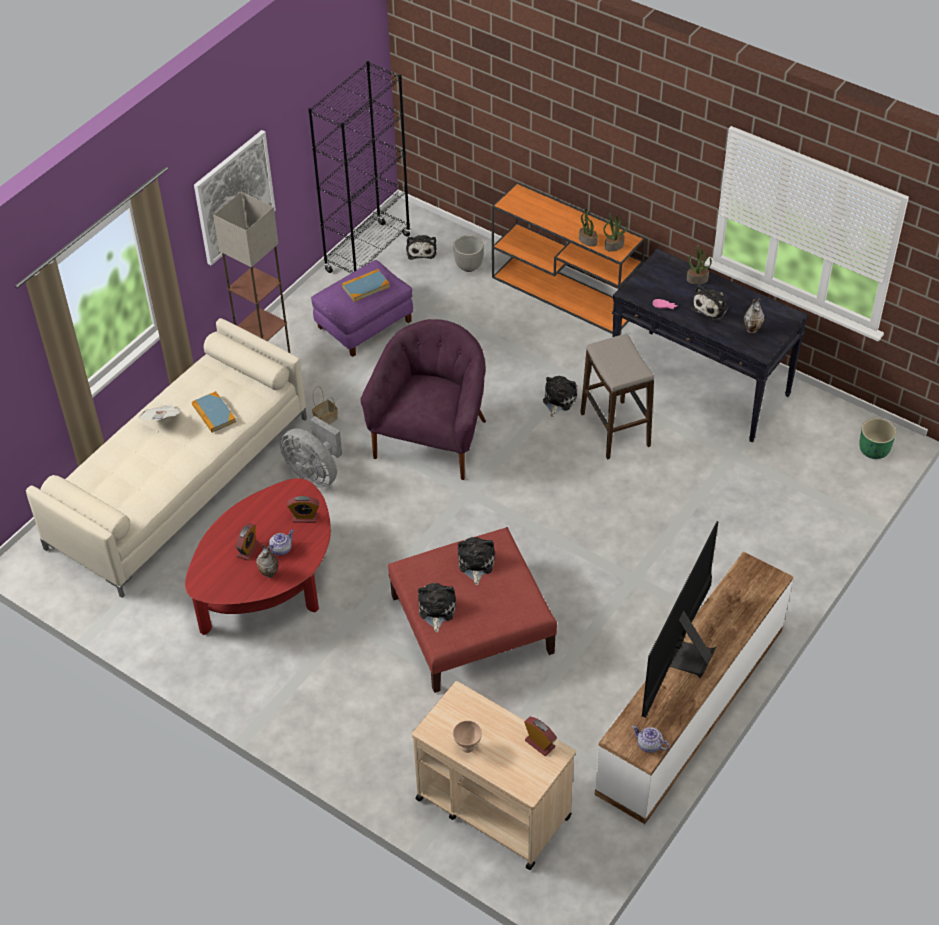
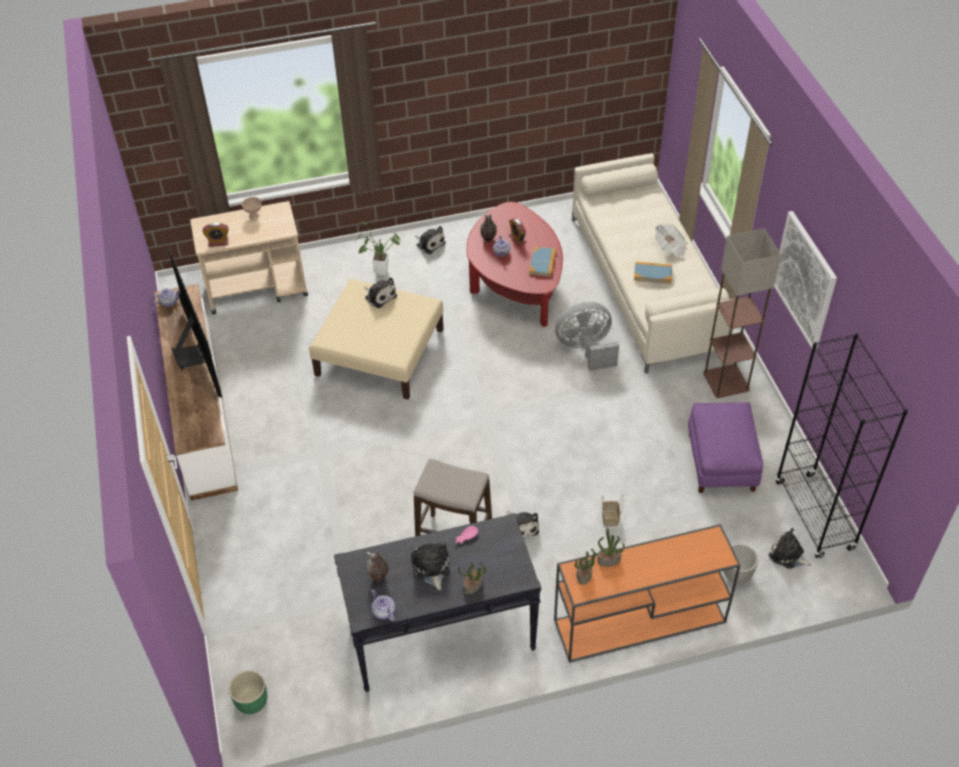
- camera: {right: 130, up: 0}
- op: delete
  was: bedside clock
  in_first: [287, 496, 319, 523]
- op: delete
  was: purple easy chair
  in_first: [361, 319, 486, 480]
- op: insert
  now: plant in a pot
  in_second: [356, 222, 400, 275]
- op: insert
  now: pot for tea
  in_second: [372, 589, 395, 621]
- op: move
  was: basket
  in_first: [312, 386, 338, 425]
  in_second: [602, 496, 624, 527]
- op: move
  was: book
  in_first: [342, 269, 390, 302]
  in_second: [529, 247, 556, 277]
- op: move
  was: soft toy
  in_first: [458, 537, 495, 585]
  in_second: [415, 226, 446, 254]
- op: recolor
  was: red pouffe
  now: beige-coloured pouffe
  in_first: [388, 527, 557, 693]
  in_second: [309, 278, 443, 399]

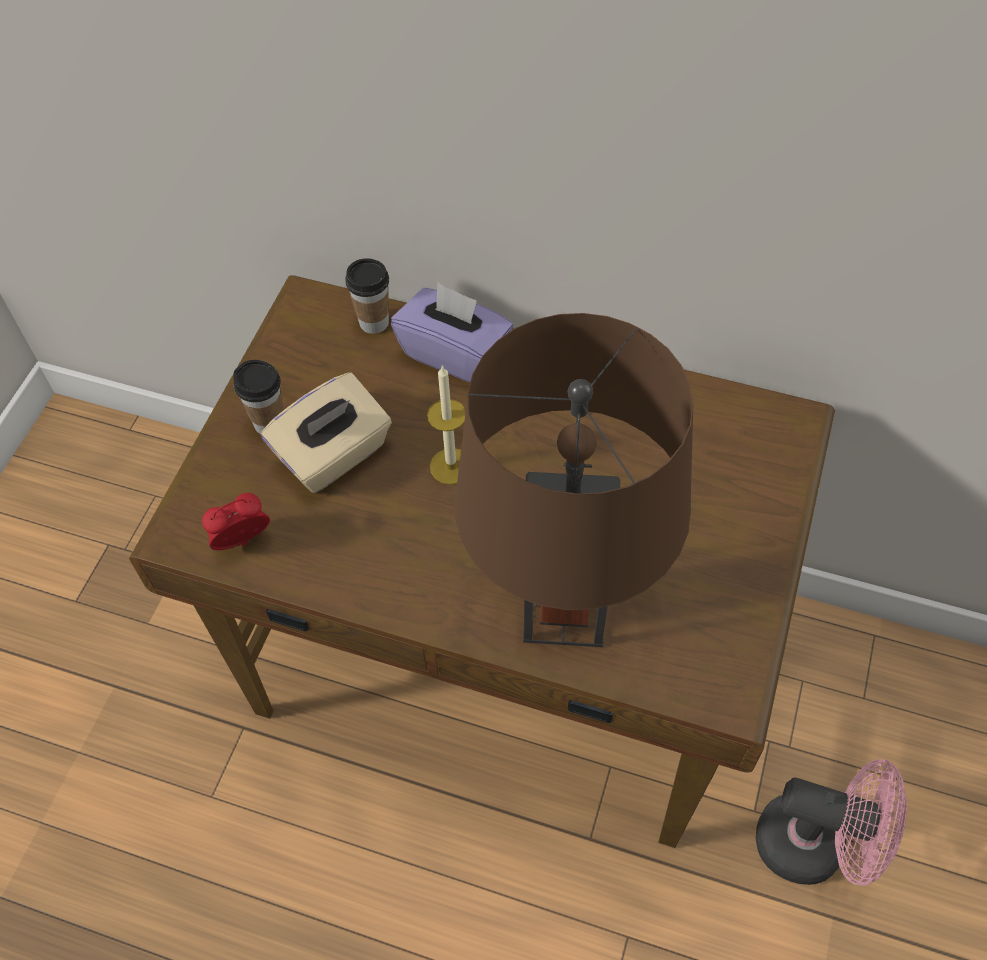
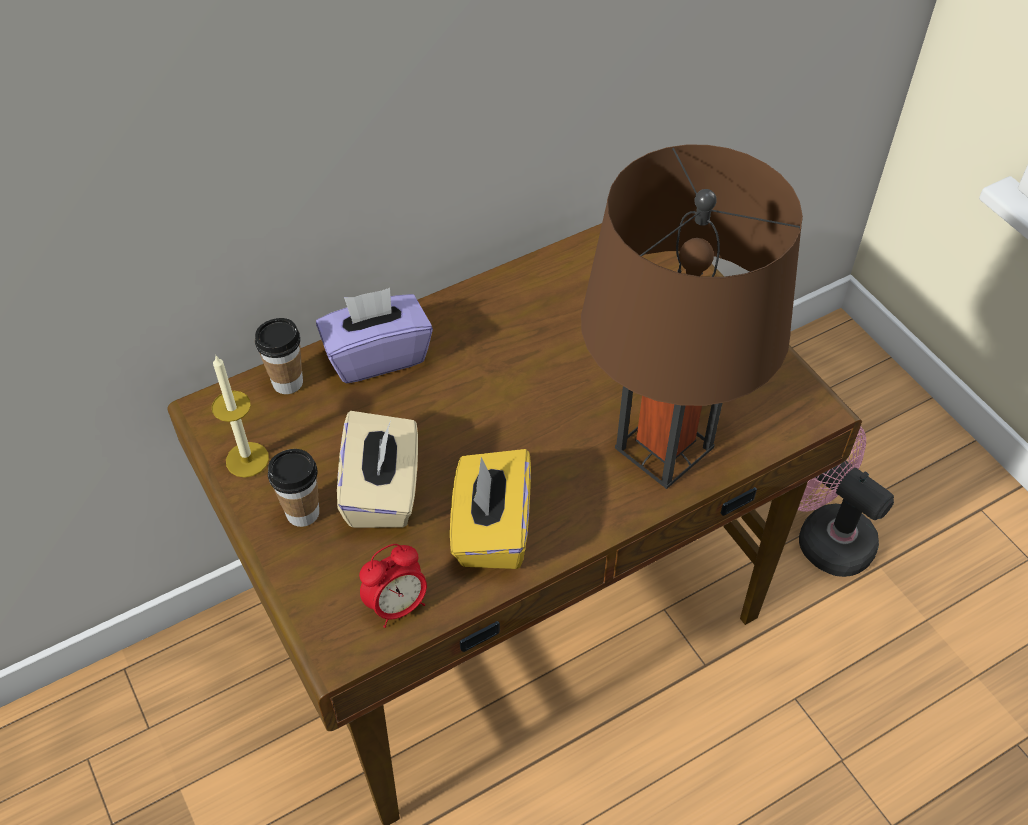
- camera: {right: -50, up: -5}
- op: insert
  now: yellow tissue box
  in_second: [450, 449, 531, 569]
- op: move
  was: candle
  in_first: [427, 365, 466, 485]
  in_second: [212, 356, 269, 478]
- op: rotate
  was: bedside clock
  in_first: [202, 493, 270, 550]
  in_second: [359, 544, 427, 628]
  clockwise: -135
- op: rotate
  was: pinkish cooling fan
  in_first: [755, 759, 907, 886]
  in_second: [798, 427, 894, 577]
  clockwise: -105

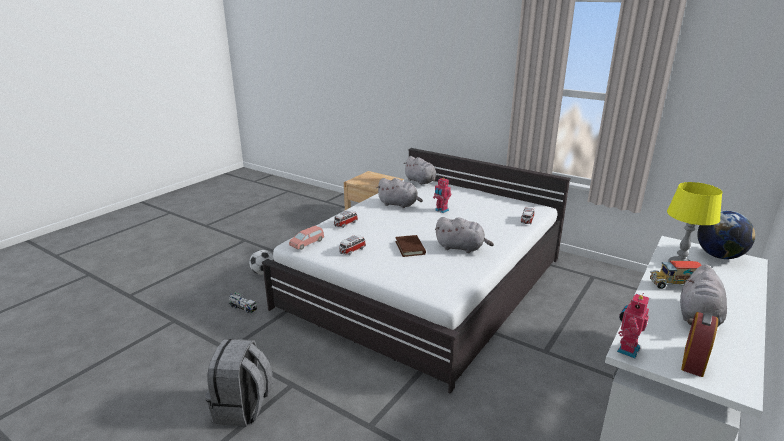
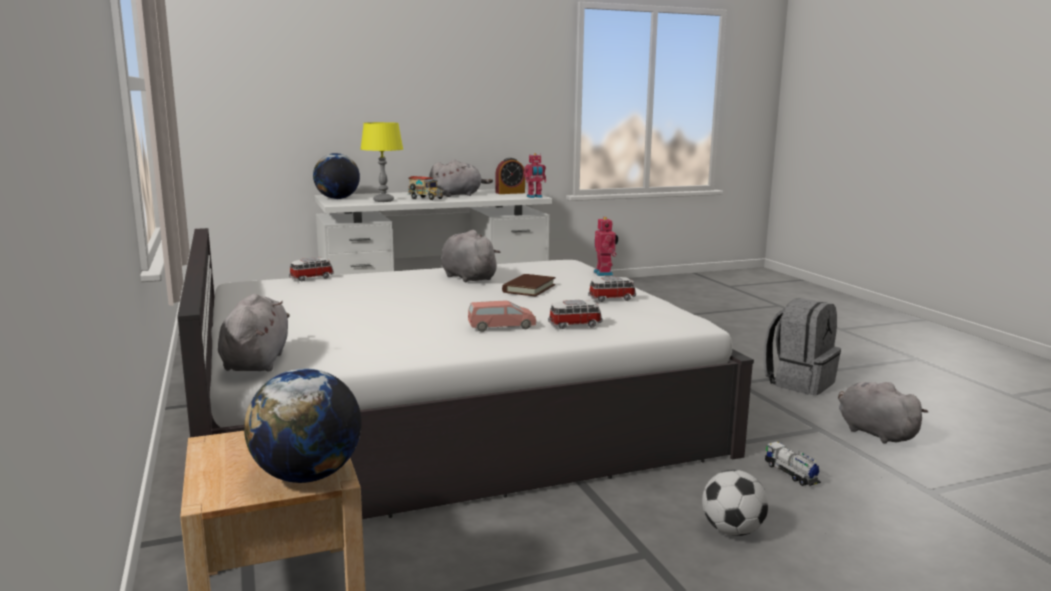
- camera: {right: -145, up: -10}
- op: insert
  now: desk globe
  in_second: [244, 369, 362, 483]
- op: move
  was: pinkish miniature car
  in_first: [289, 226, 324, 250]
  in_second: [468, 300, 536, 332]
- op: move
  was: grey soft toy
  in_first: [377, 178, 423, 208]
  in_second: [838, 382, 928, 444]
- op: move
  was: model robot
  in_first: [433, 178, 451, 213]
  in_second: [594, 217, 618, 276]

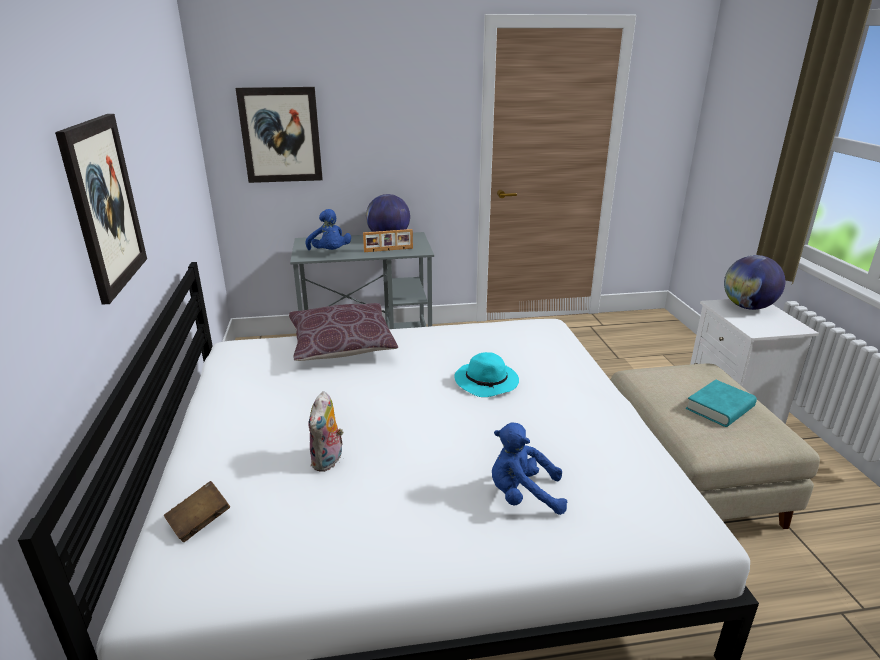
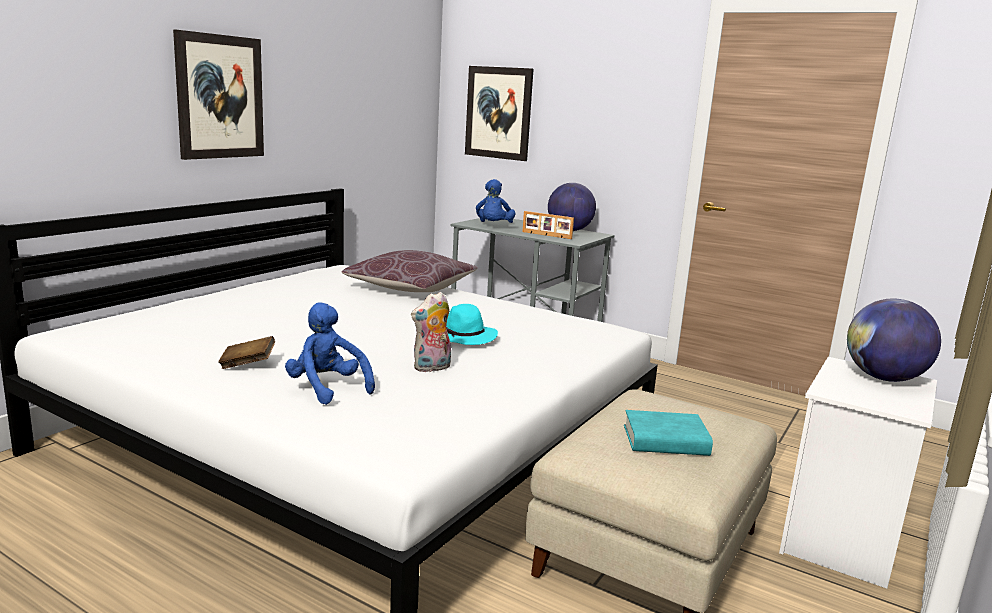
- camera: {right: 40, up: -10}
- op: move
  was: brownish book
  in_first: [164, 481, 230, 542]
  in_second: [218, 336, 275, 369]
- op: move
  was: soft toy
  in_first: [309, 391, 344, 472]
  in_second: [411, 292, 451, 372]

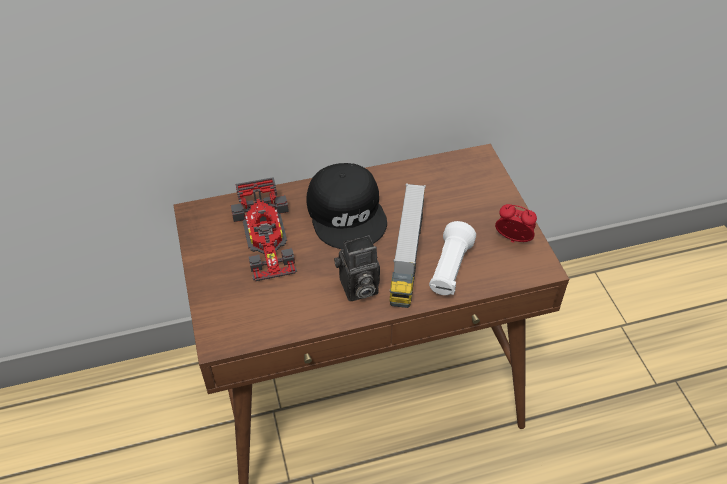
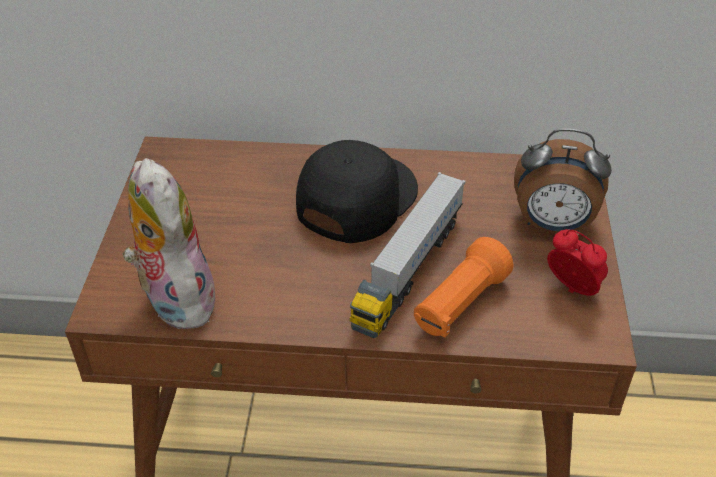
- camera: {right: 20, up: -5}
- op: delete
  was: miniature car
  in_first: [231, 177, 297, 281]
- op: delete
  was: photo camera
  in_first: [334, 235, 380, 301]
- op: insert
  now: soft toy
  in_second: [123, 158, 215, 329]
- op: insert
  now: bedside clock
  in_second: [514, 129, 612, 233]
- op: recolor
  was: white hand torch
  now: orangey hand torch
  in_first: [429, 221, 476, 295]
  in_second: [414, 237, 513, 338]
- op: rotate
  was: black cap
  in_first: [307, 163, 387, 249]
  in_second: [296, 140, 418, 243]
  clockwise: -150

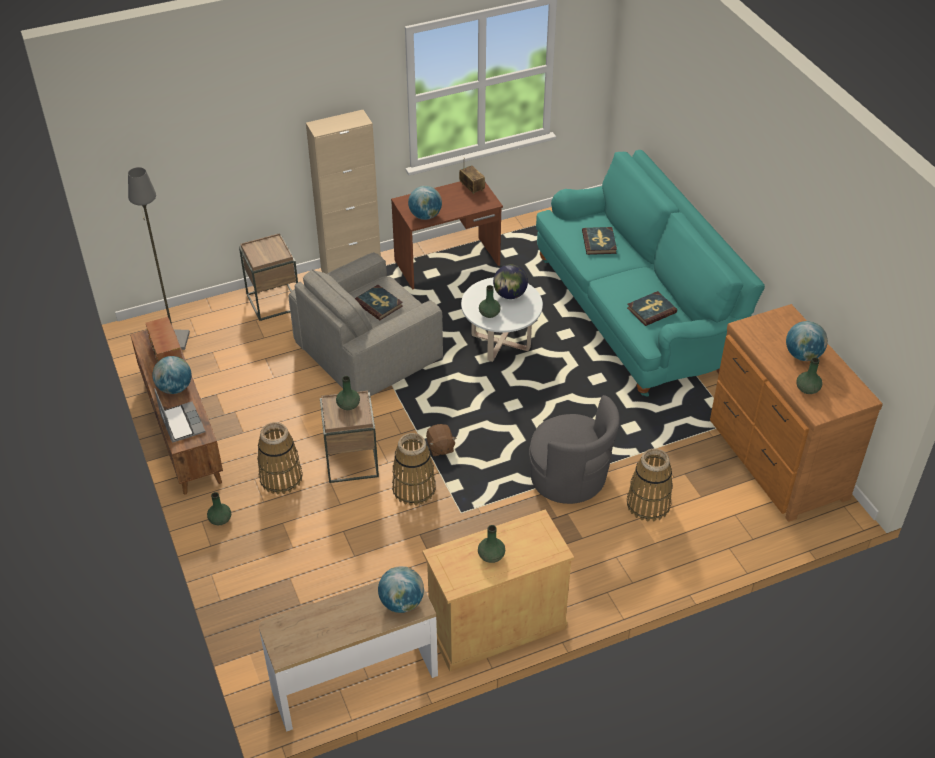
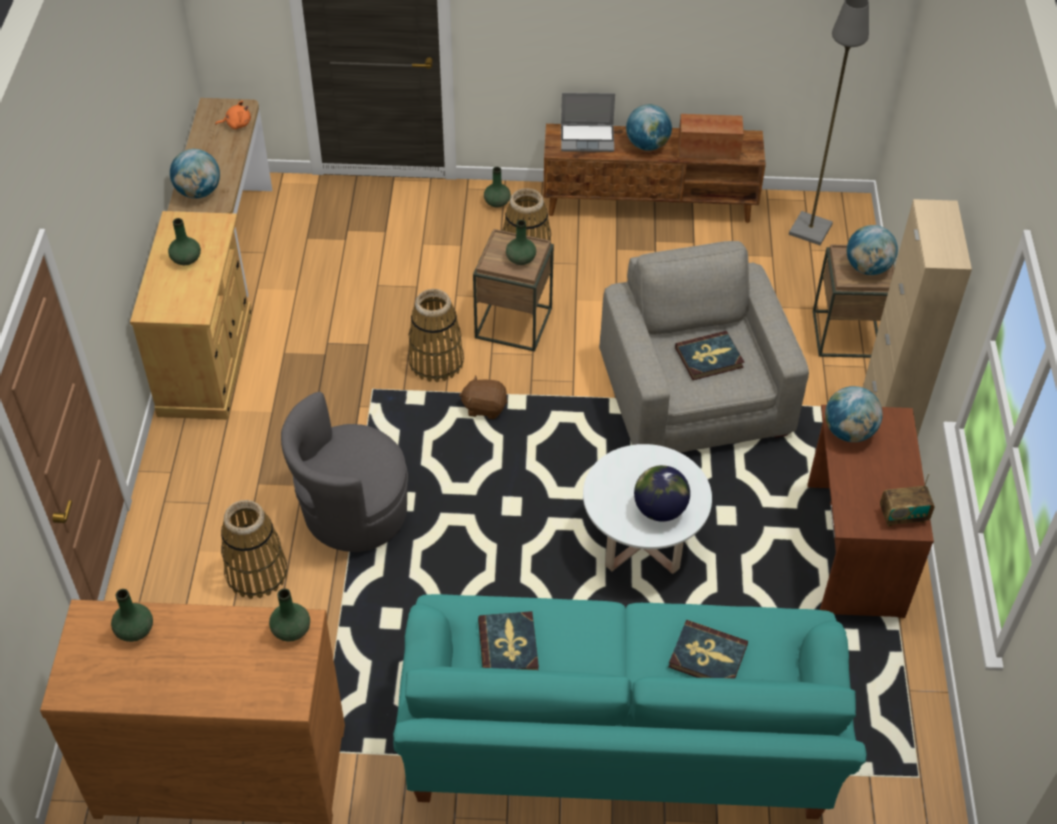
- camera: {right: 115, up: 5}
- op: insert
  now: orangey soft toy
  in_second: [215, 101, 251, 129]
- op: move
  was: green-coloured decorative vase
  in_first: [479, 285, 501, 318]
  in_second: [269, 589, 310, 641]
- op: move
  was: desk globe
  in_first: [786, 321, 828, 361]
  in_second: [847, 225, 898, 275]

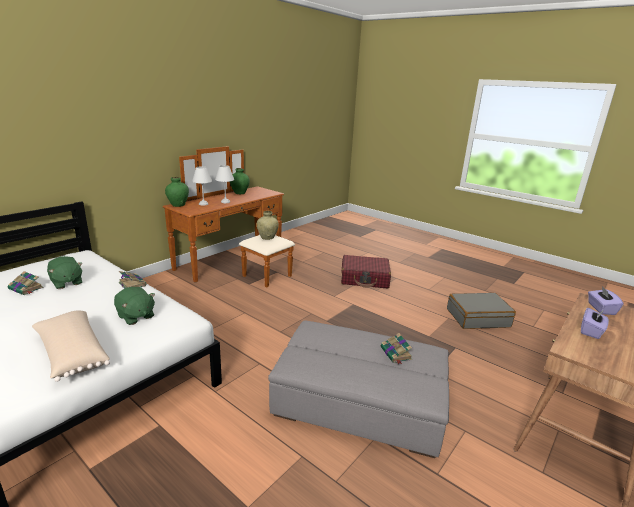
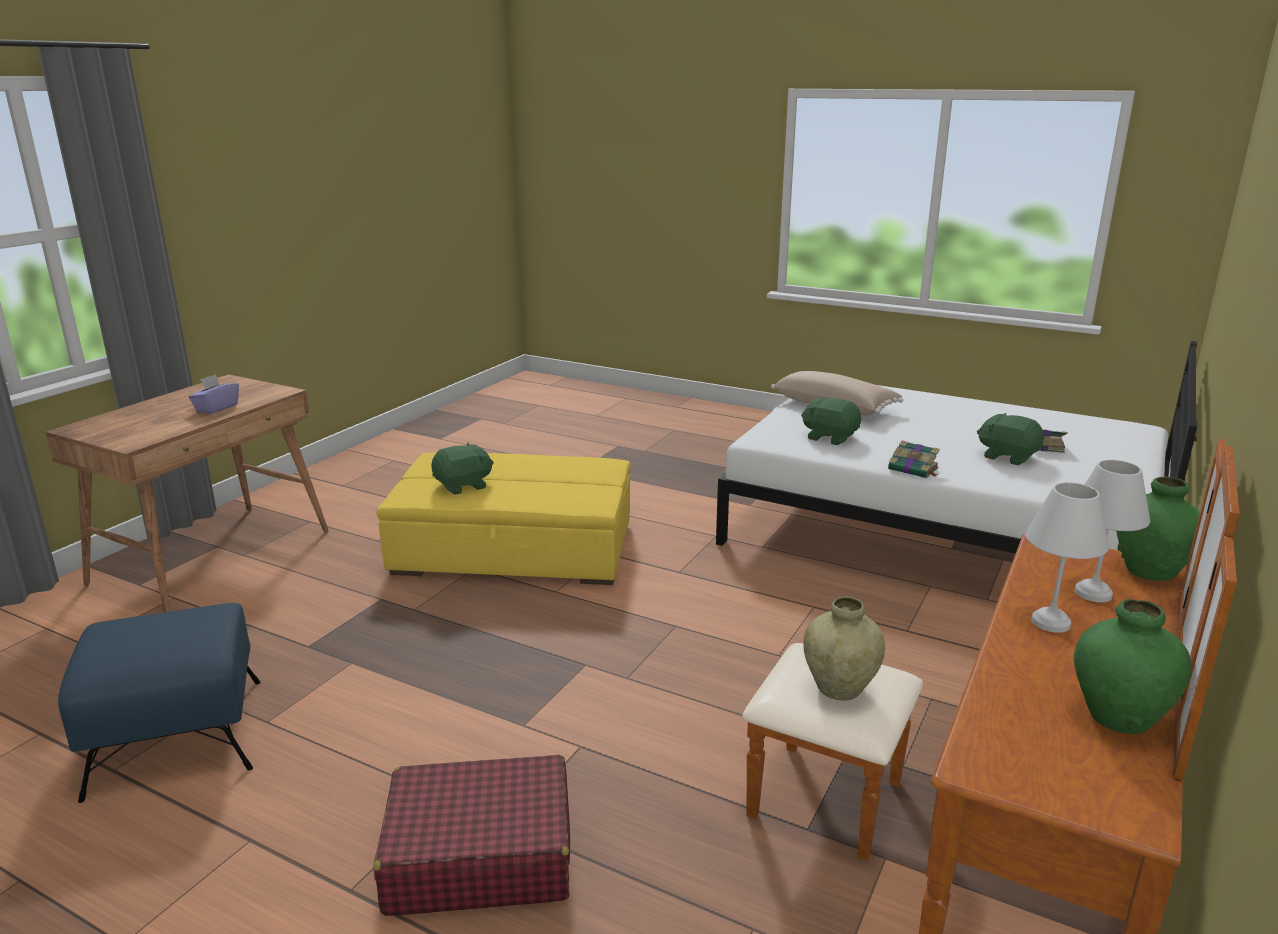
- camera: {right: 170, up: 0}
- op: delete
  was: purple tissue box
  in_first: [588, 286, 624, 315]
- op: replace
  was: book
  now: green-coloured soft toy
  in_first: [381, 333, 412, 364]
  in_second: [431, 443, 494, 495]
- op: replace
  was: grey travel case
  now: blue pouffe
  in_first: [447, 293, 516, 329]
  in_second: [58, 603, 261, 803]
- op: recolor
  was: grey pouffe
  now: yellow pouffe
  in_first: [268, 321, 449, 458]
  in_second: [377, 452, 631, 585]

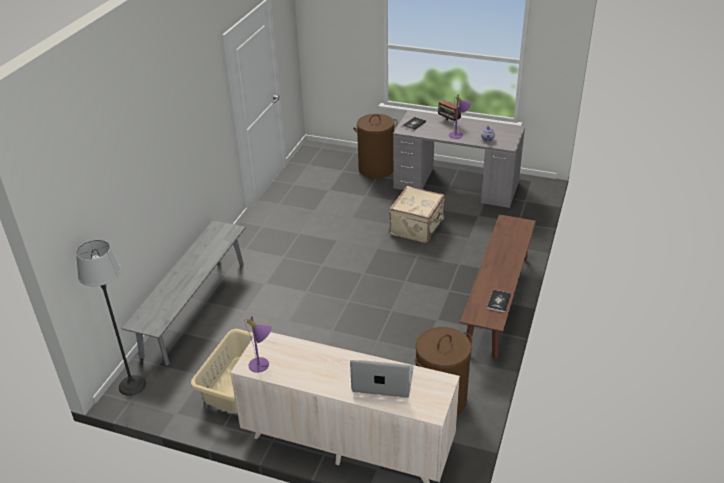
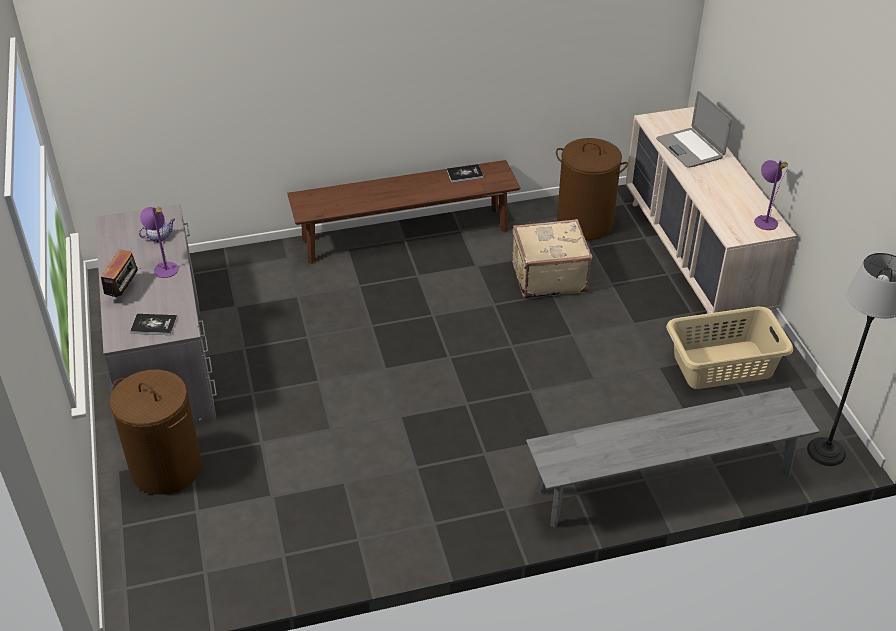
- camera: {right: -125, up: 5}
- op: move
  was: beige-coloured travel case
  in_first: [389, 186, 445, 243]
  in_second: [512, 219, 593, 299]

